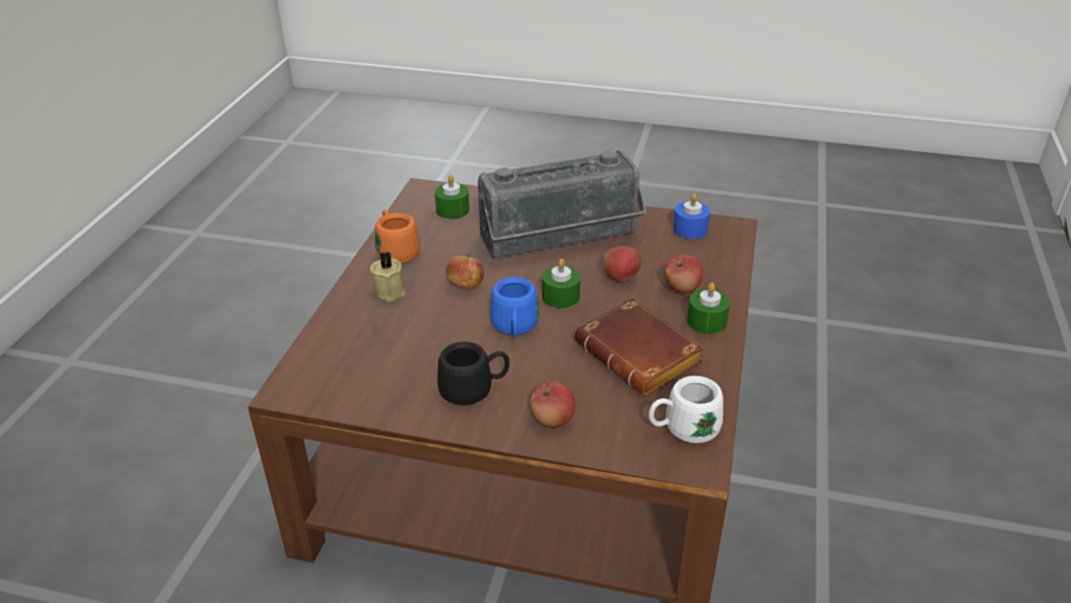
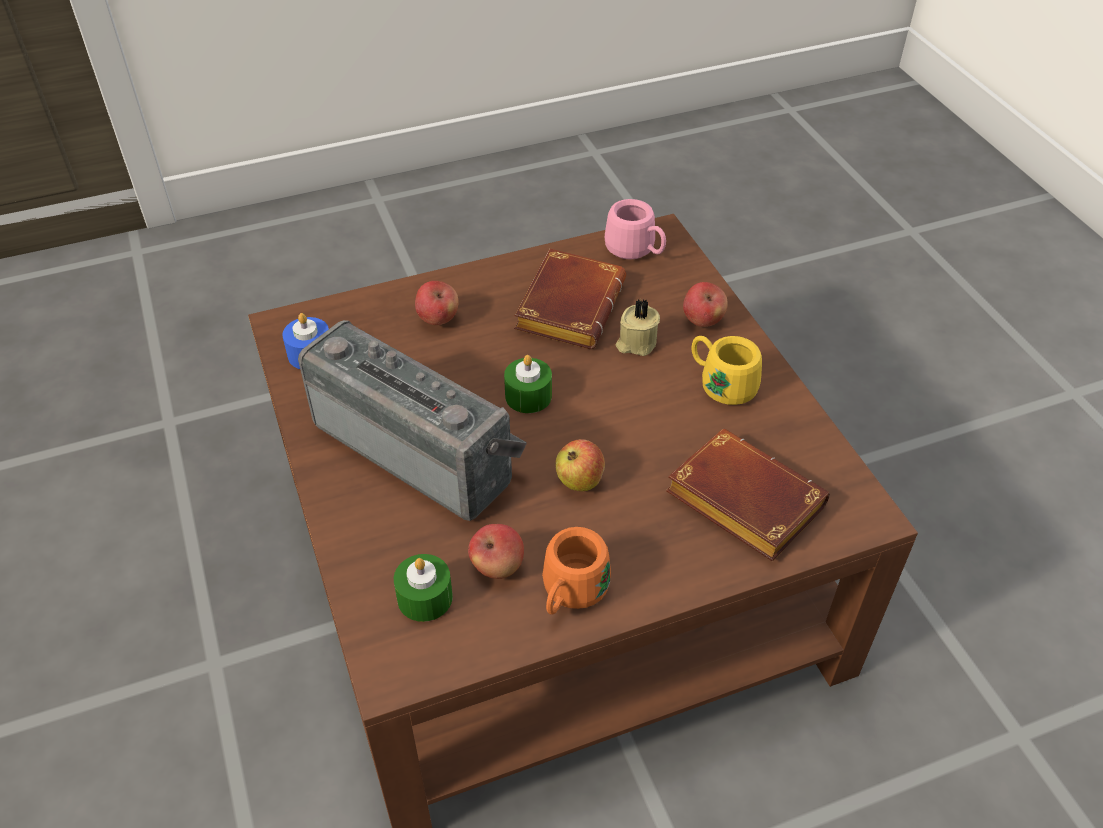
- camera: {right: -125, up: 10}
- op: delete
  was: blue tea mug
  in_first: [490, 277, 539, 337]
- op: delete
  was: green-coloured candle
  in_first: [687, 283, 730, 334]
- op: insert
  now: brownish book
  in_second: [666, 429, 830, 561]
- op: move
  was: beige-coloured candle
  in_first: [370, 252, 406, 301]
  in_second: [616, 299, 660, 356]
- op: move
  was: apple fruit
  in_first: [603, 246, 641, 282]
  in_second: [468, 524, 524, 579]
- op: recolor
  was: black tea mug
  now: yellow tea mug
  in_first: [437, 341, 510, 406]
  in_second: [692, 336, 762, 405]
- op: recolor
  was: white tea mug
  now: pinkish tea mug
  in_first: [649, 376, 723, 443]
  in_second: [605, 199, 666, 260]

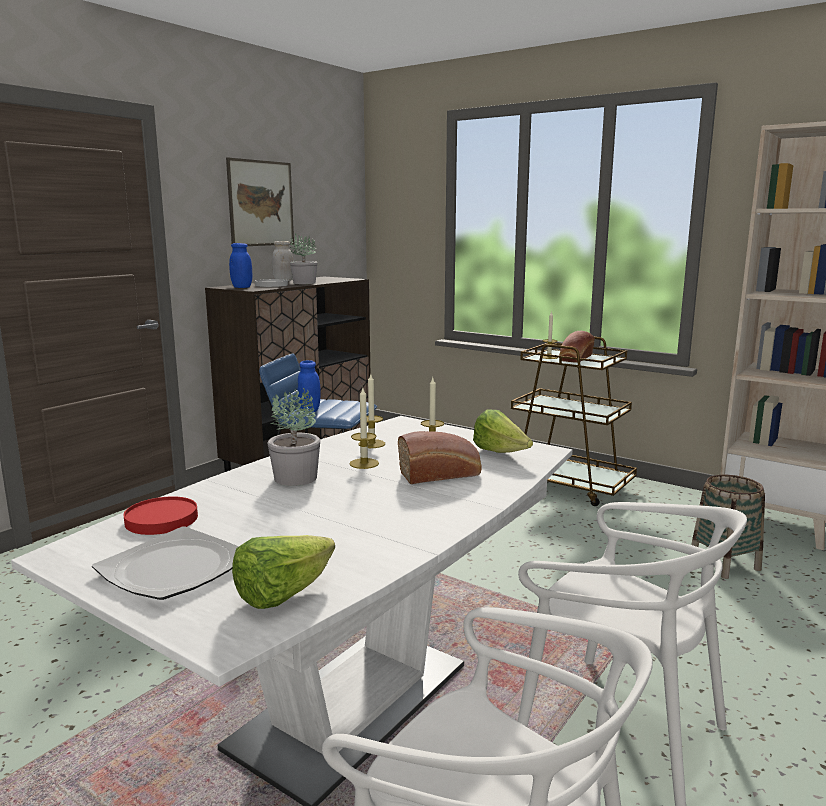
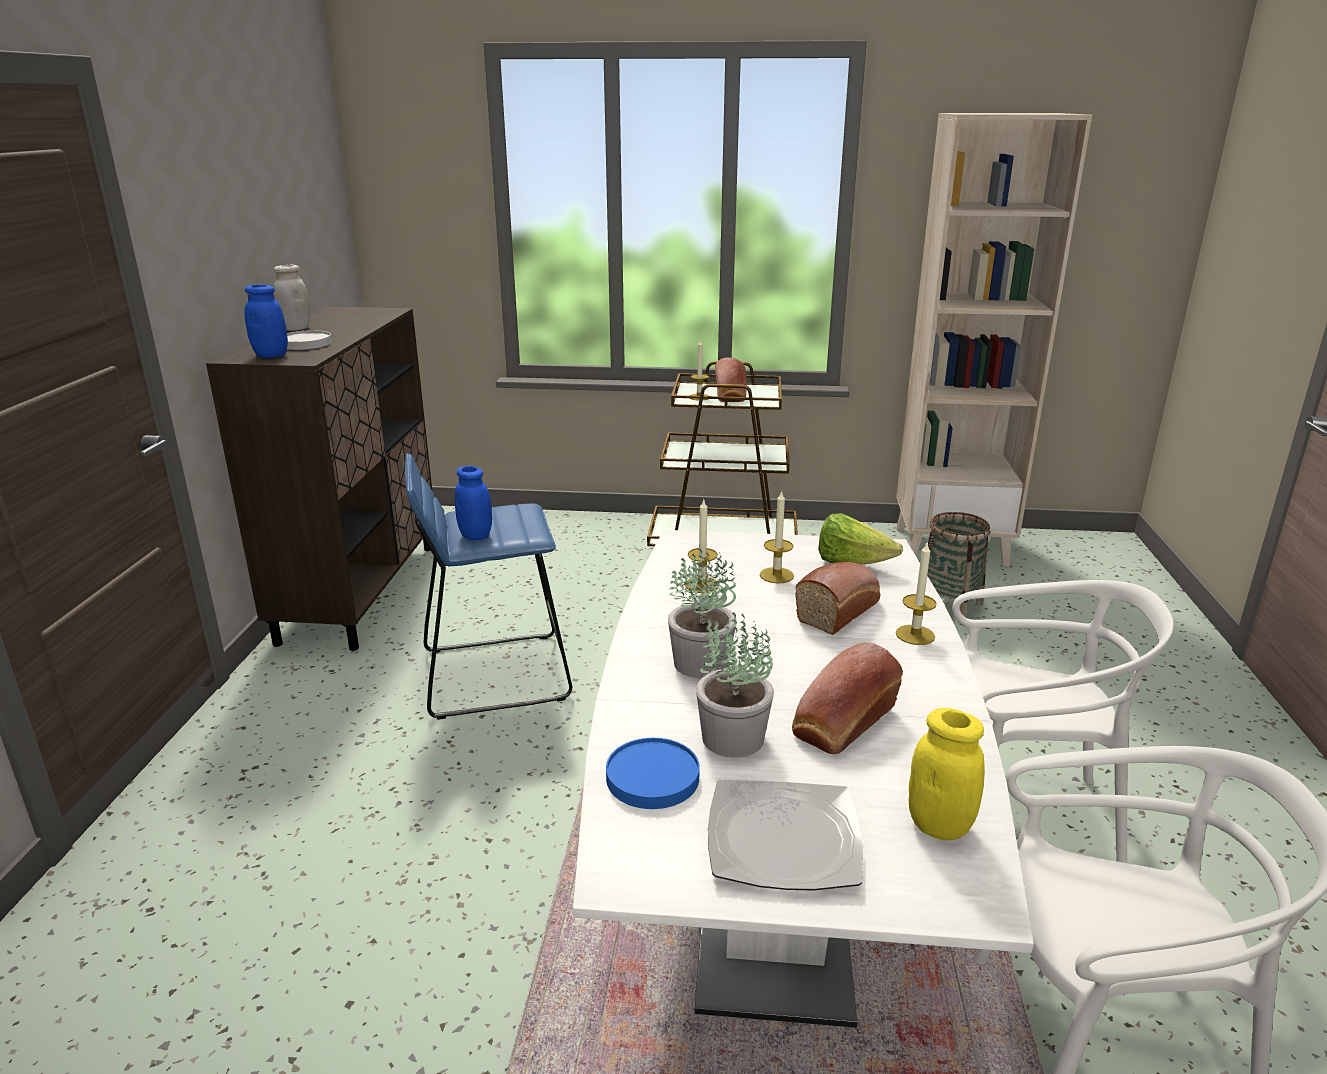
- camera: {right: -30, up: 10}
- op: delete
  was: wall picture
  in_first: [226, 157, 294, 246]
- op: insert
  now: bread
  in_second: [792, 642, 903, 754]
- op: move
  was: plant in a pot
  in_first: [290, 233, 317, 284]
  in_second: [696, 612, 774, 758]
- op: move
  was: candle
  in_first: [350, 388, 379, 469]
  in_second: [896, 543, 937, 645]
- op: replace
  was: head of lettuce
  now: yellow storage jar
  in_first: [232, 535, 335, 609]
  in_second: [909, 708, 984, 840]
- op: recolor
  was: red dinner plate
  now: blue dinner plate
  in_first: [124, 496, 198, 535]
  in_second: [606, 738, 700, 809]

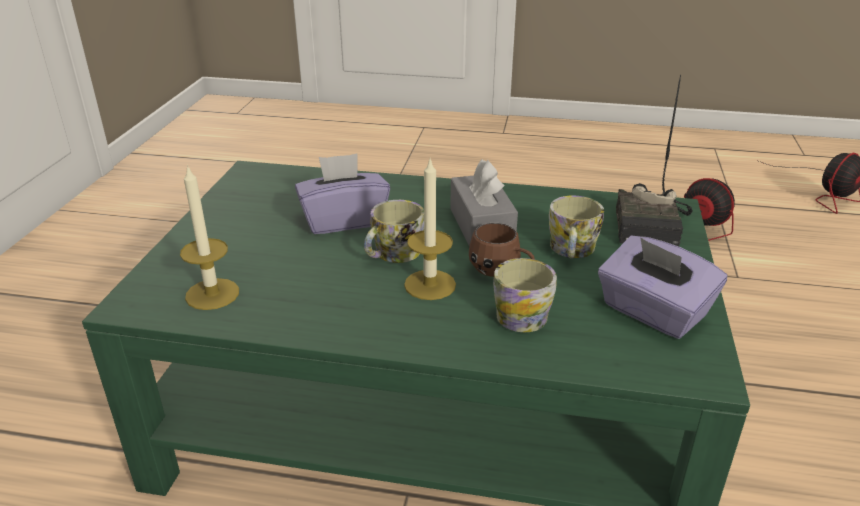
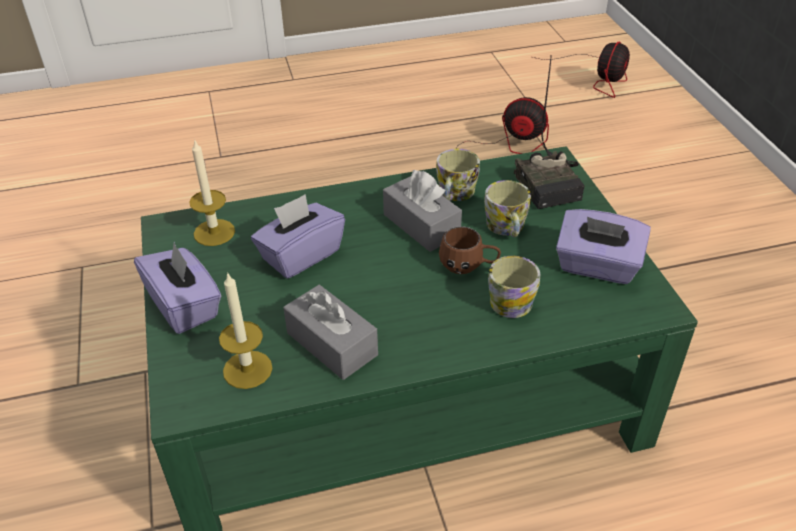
- camera: {right: -25, up: 10}
- op: insert
  now: purple tissue box
  in_second: [134, 242, 221, 334]
- op: insert
  now: grey tissue box
  in_second: [283, 285, 378, 380]
- op: move
  was: tea mug
  in_first: [364, 200, 424, 263]
  in_second: [436, 149, 480, 201]
- op: move
  was: candle
  in_first: [404, 160, 456, 300]
  in_second: [189, 139, 235, 246]

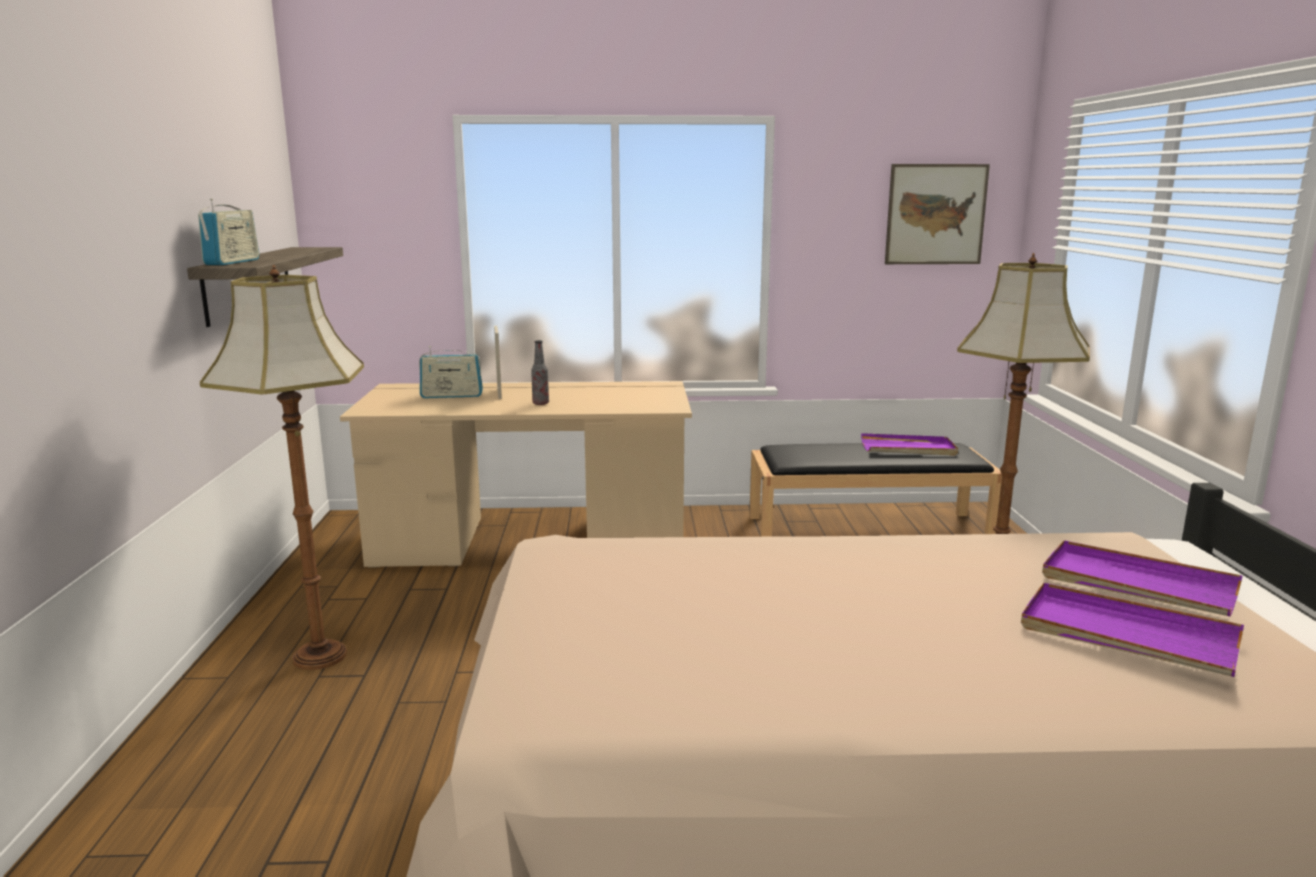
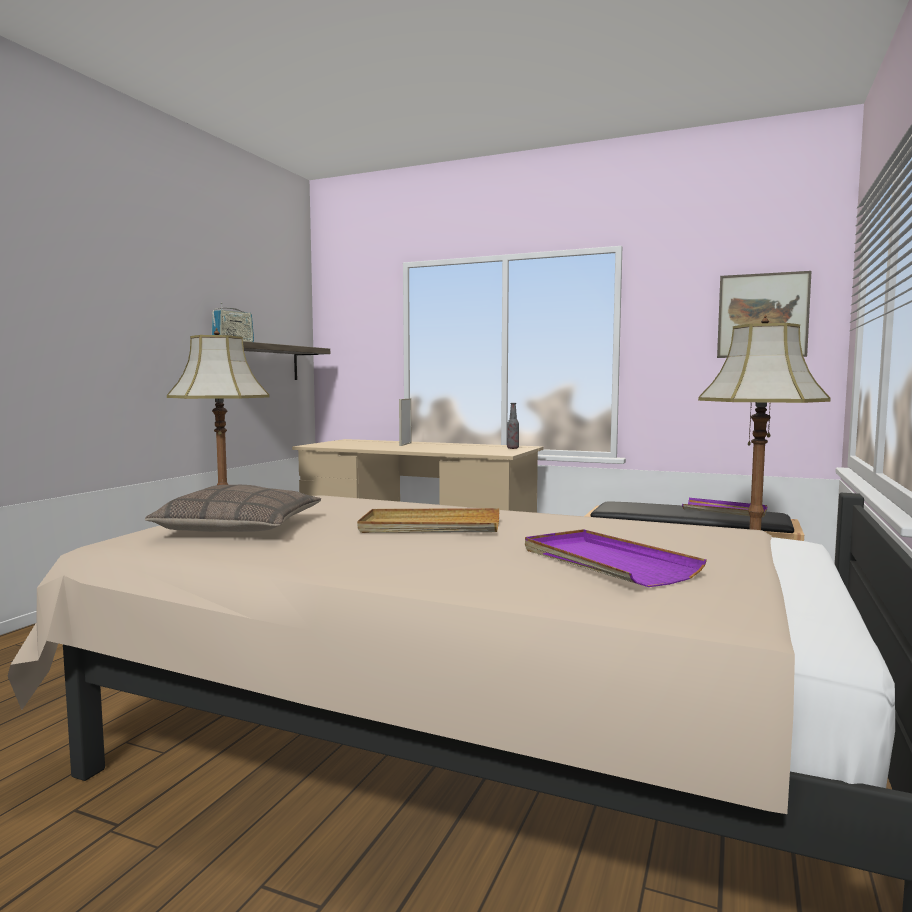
- camera: {right: 25, up: -10}
- op: delete
  was: radio set
  in_first: [419, 346, 483, 398]
- op: delete
  was: purple tray
  in_first: [1042, 540, 1242, 617]
- op: insert
  now: cushion
  in_second: [145, 485, 321, 532]
- op: insert
  now: beige-coloured tray
  in_second: [357, 508, 500, 533]
- op: move
  was: beverage bottle
  in_first: [531, 340, 549, 405]
  in_second: [507, 403, 519, 449]

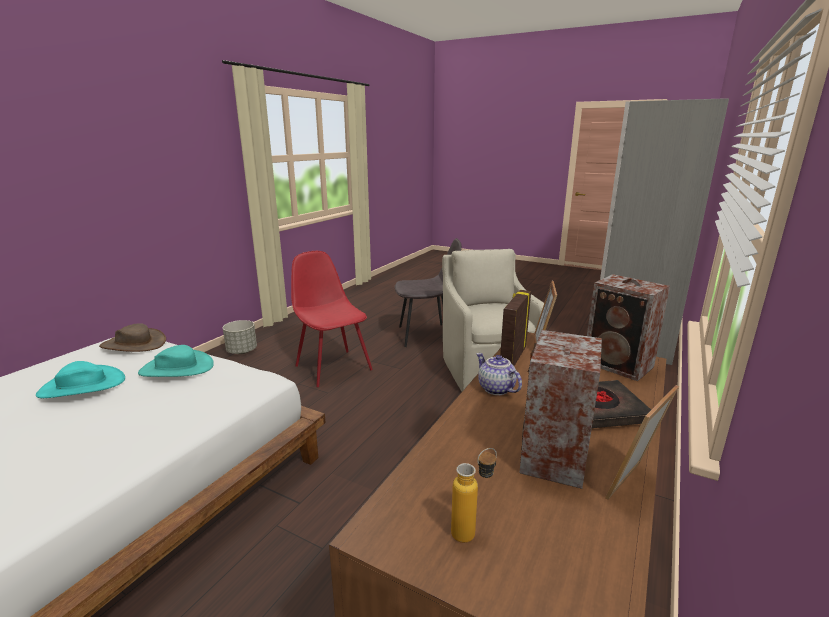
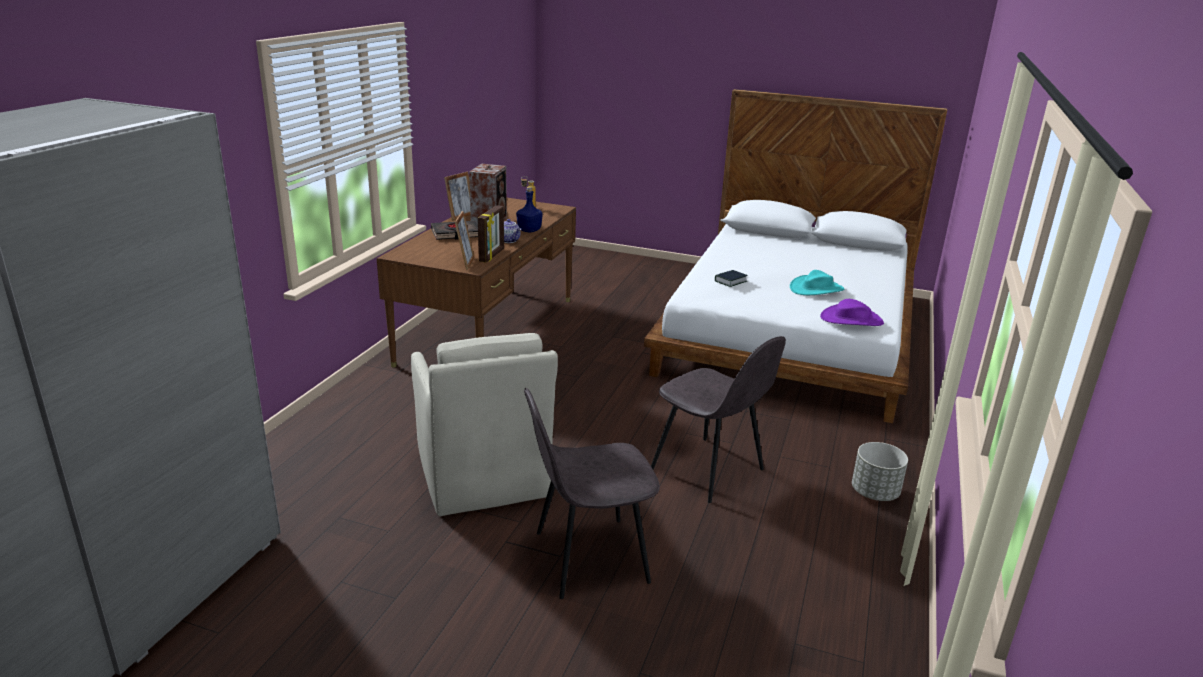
- camera: {right: 170, up: 5}
- op: delete
  was: turquoise clothing hat
  in_first: [138, 345, 214, 377]
- op: delete
  was: audio speaker
  in_first: [587, 274, 670, 381]
- op: insert
  now: blue beverage bottle
  in_second: [516, 187, 543, 232]
- op: insert
  now: book
  in_second: [715, 270, 748, 287]
- op: recolor
  was: brownish clothing hat
  now: purple clothing hat
  in_first: [99, 323, 166, 352]
  in_second: [820, 299, 884, 326]
- op: recolor
  was: red plain chair
  now: grey plain chair
  in_first: [291, 251, 373, 387]
  in_second: [651, 336, 786, 503]

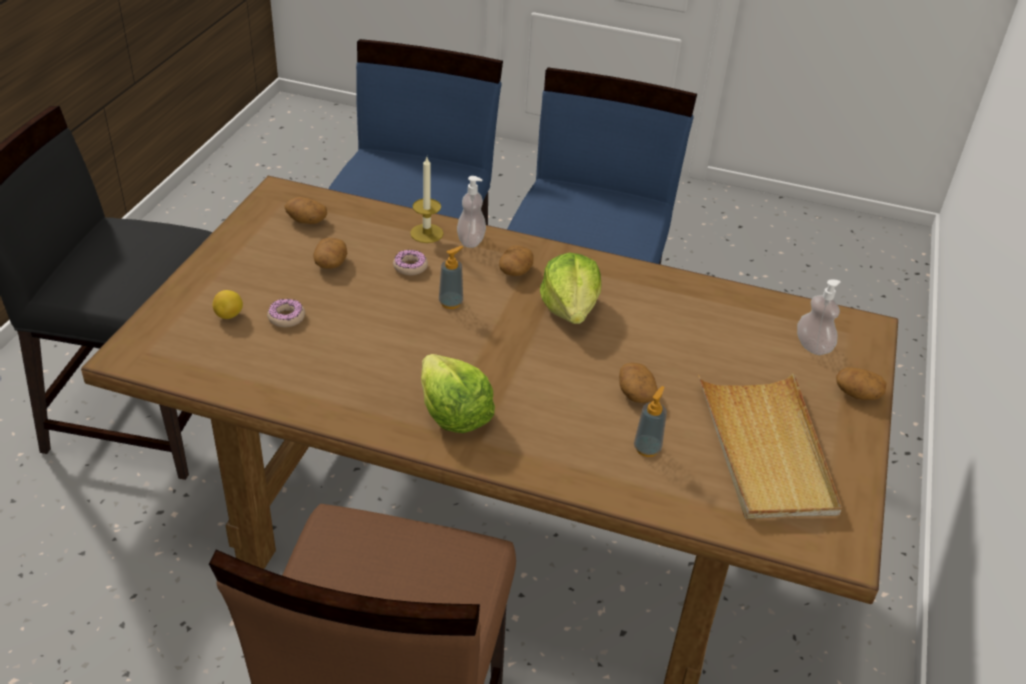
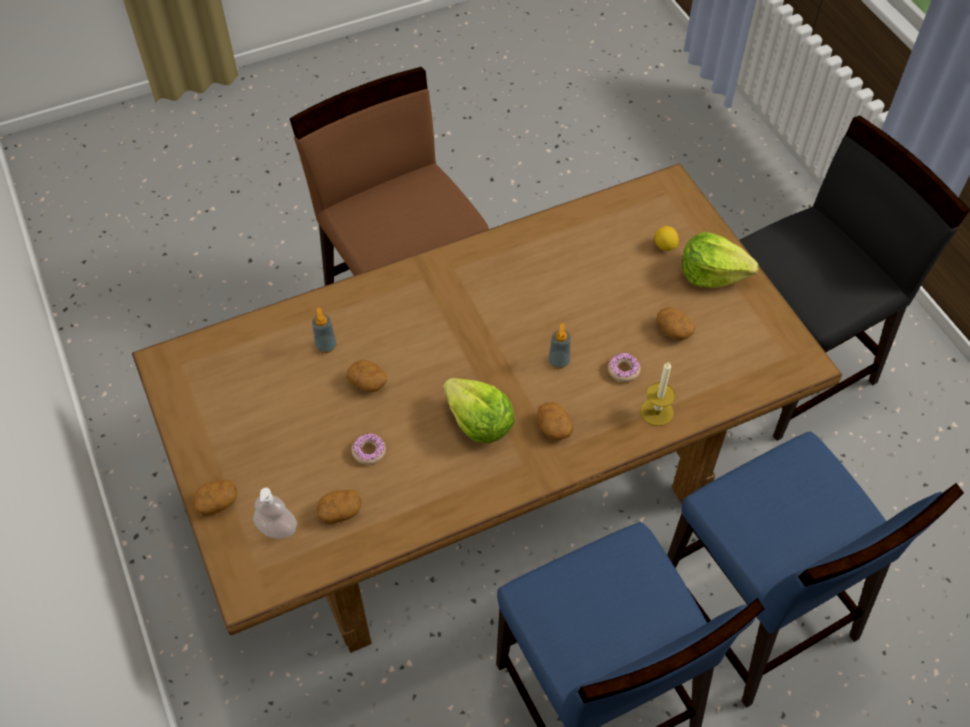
- camera: {right: 140, up: 15}
- op: delete
  was: soap dispenser
  in_first: [457, 176, 486, 248]
- op: delete
  was: beige-coloured tray
  in_first: [698, 373, 842, 519]
- op: move
  was: doughnut
  in_first: [267, 299, 305, 327]
  in_second: [352, 433, 386, 465]
- op: move
  was: whole potato
  in_first: [285, 197, 327, 224]
  in_second: [317, 490, 361, 524]
- op: move
  was: head of lettuce
  in_first: [421, 354, 495, 433]
  in_second: [682, 232, 758, 288]

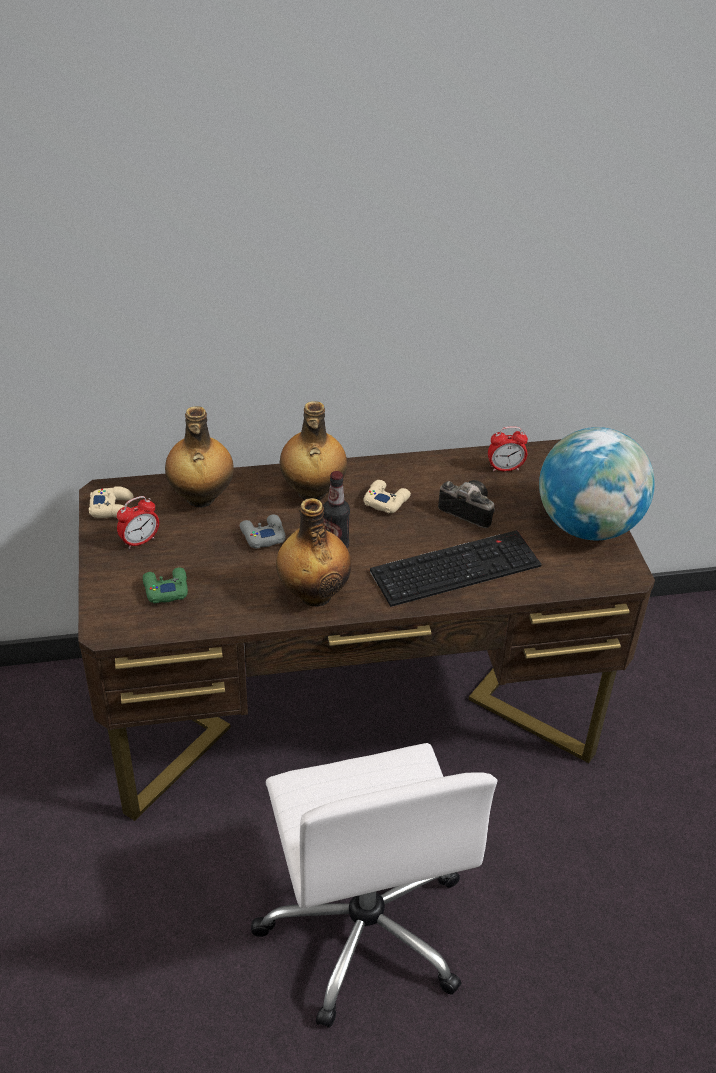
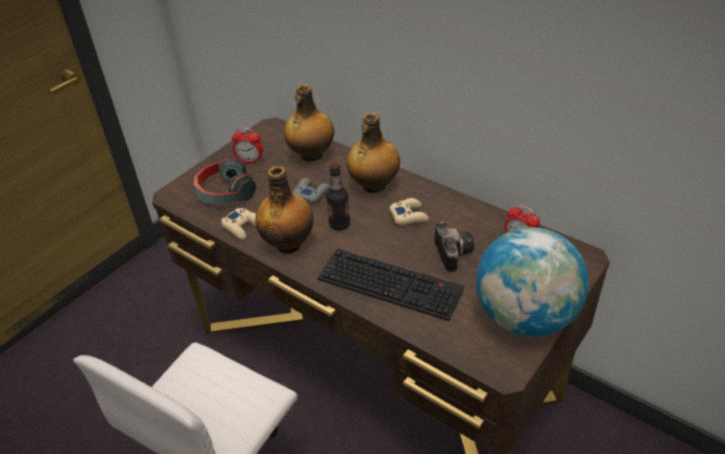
- camera: {right: 50, up: 0}
- op: move
  was: beige-coloured joypad
  in_first: [89, 486, 134, 518]
  in_second: [221, 208, 256, 240]
- op: replace
  was: green-coloured joypad
  now: pair of headphones
  in_first: [143, 568, 188, 604]
  in_second: [194, 156, 256, 205]

